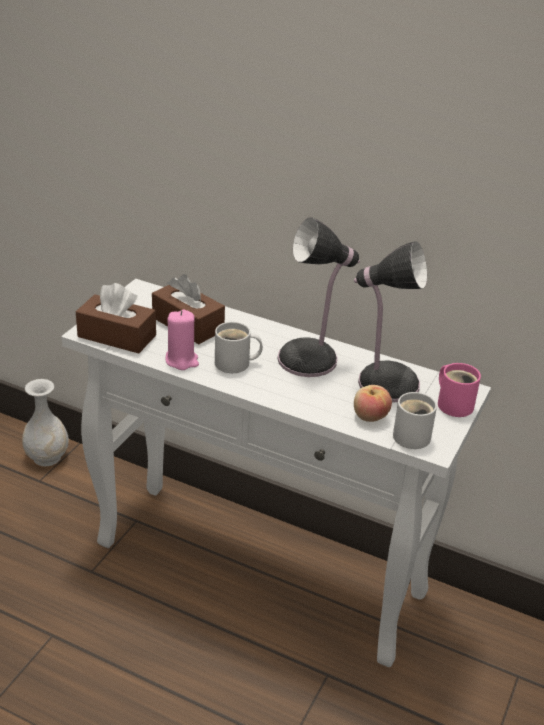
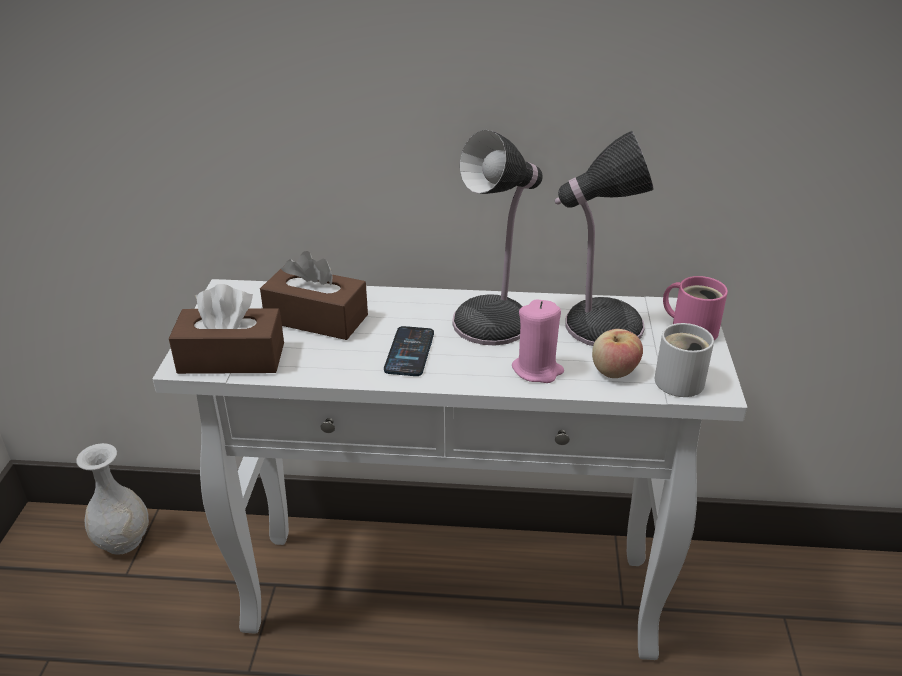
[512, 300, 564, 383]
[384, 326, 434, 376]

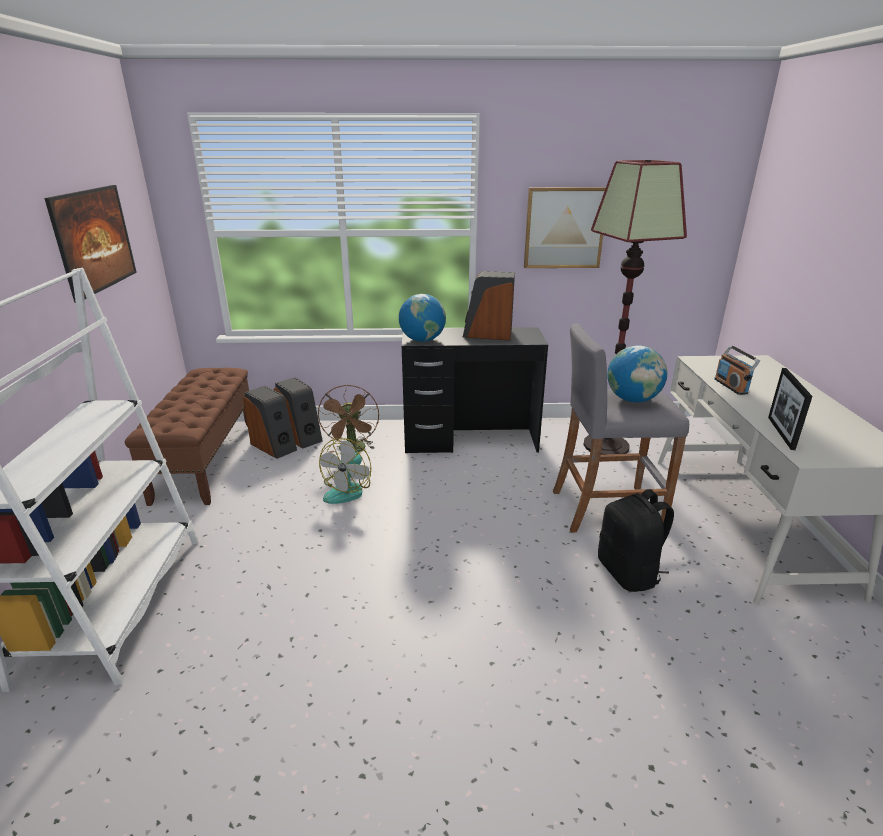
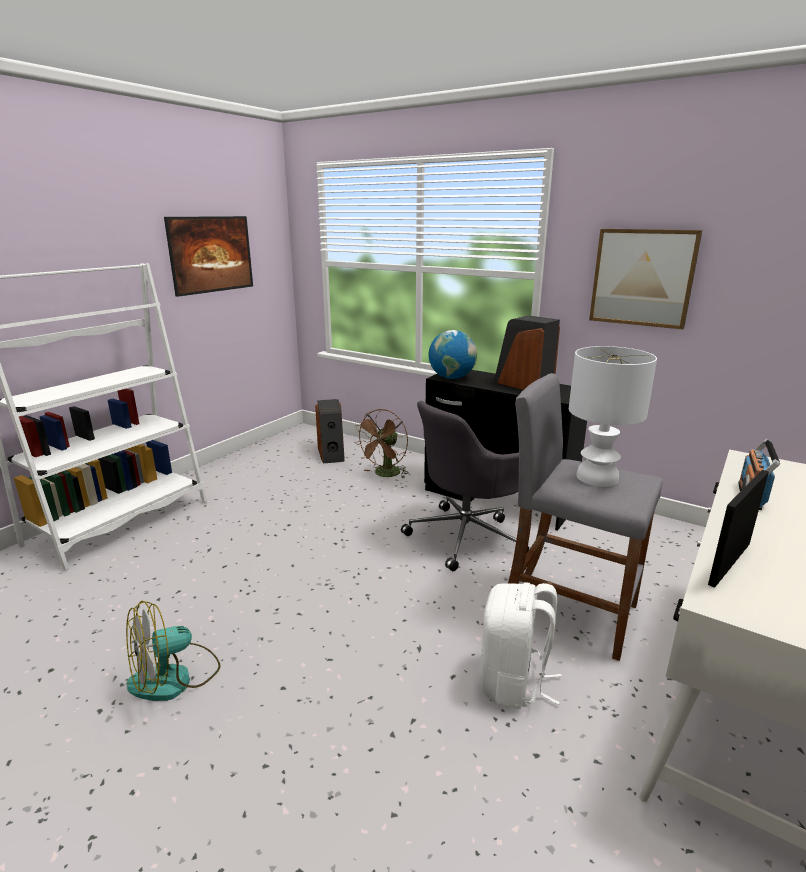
[125, 368, 249, 506] (first image)
[273, 377, 323, 449] (first image)
[126, 601, 221, 701]
[584, 160, 687, 455] (first image)
[480, 582, 562, 709]
[569, 346, 657, 487]
[401, 401, 529, 571]

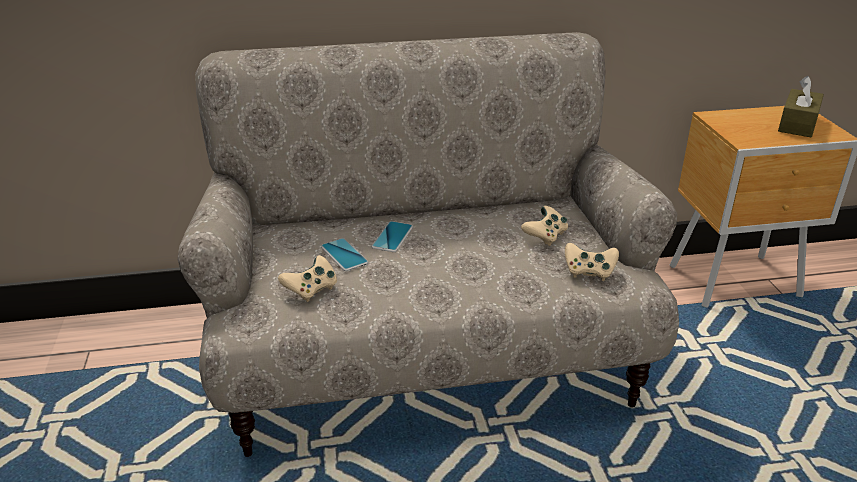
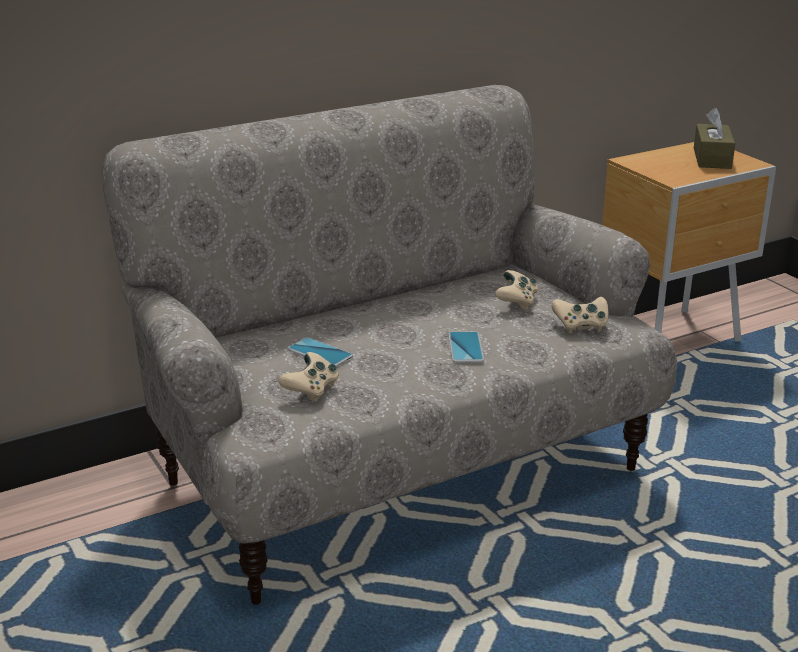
[448, 332, 484, 363]

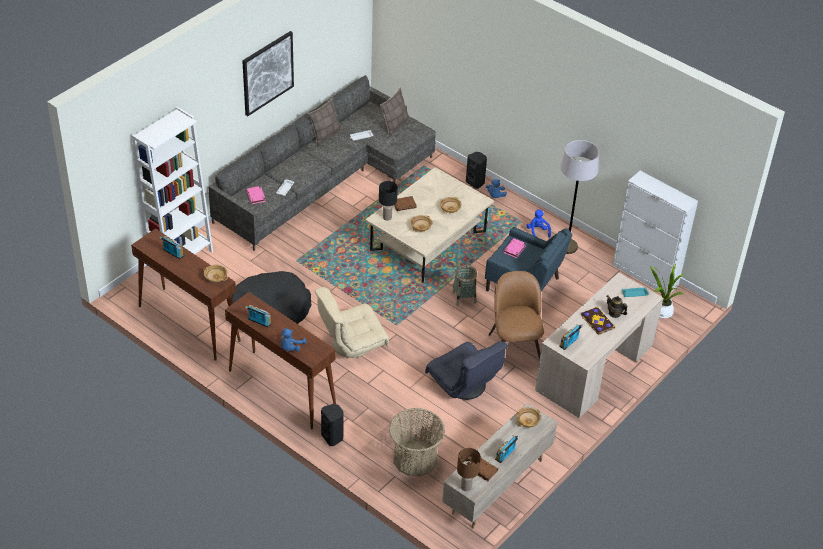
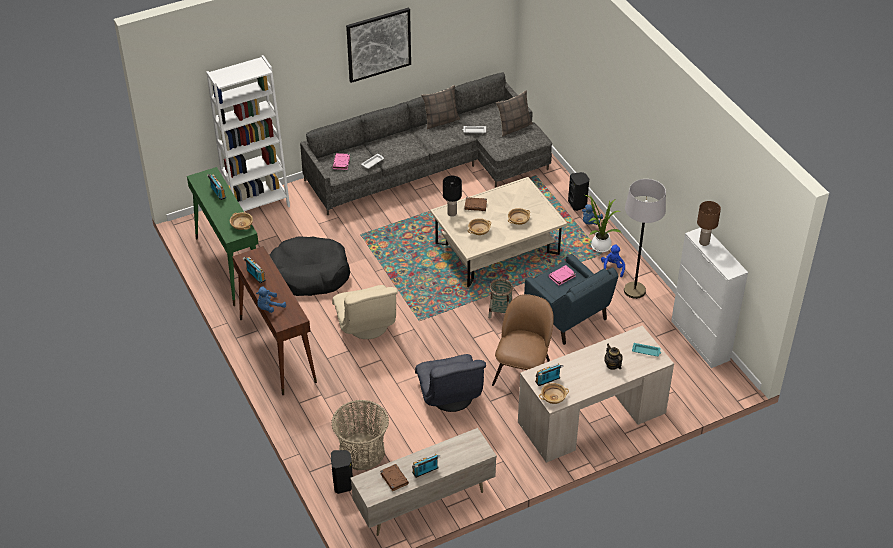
[187, 167, 259, 306]
[332, 285, 398, 339]
[331, 450, 353, 494]
[697, 201, 721, 246]
[539, 383, 569, 404]
[581, 307, 615, 335] (first image)
[585, 195, 621, 253]

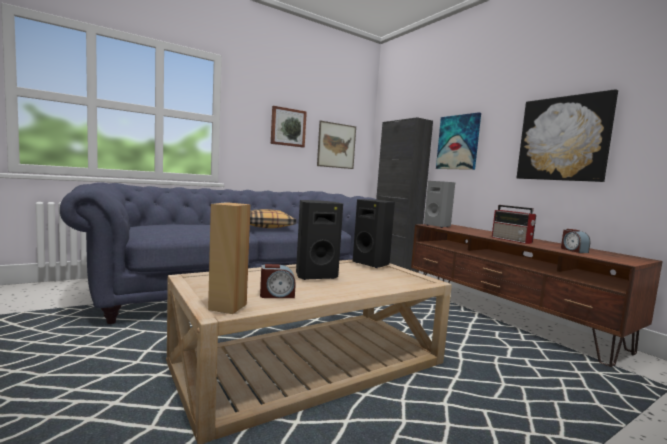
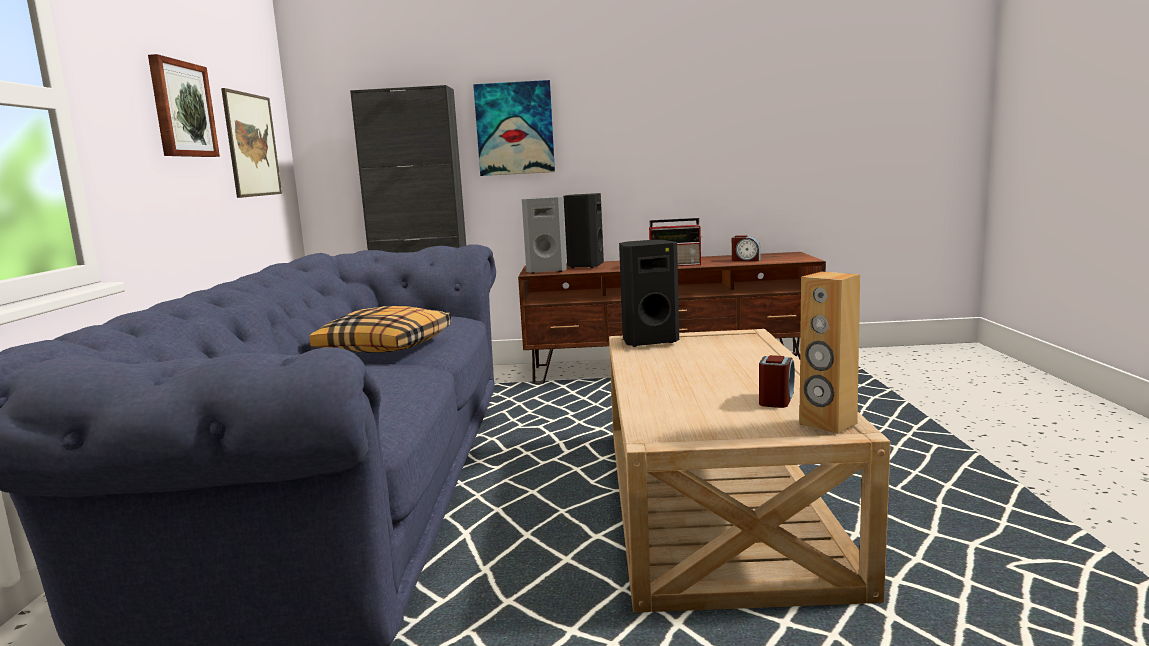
[564, 193, 604, 268]
[517, 89, 618, 182] (first image)

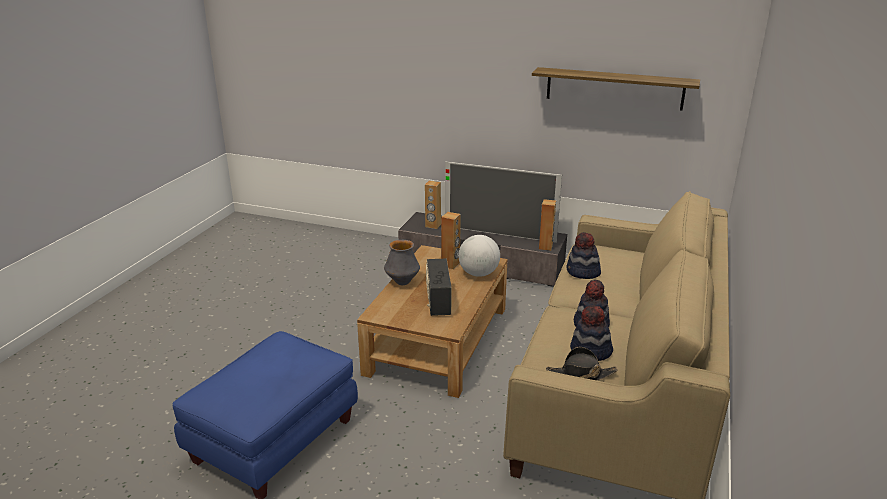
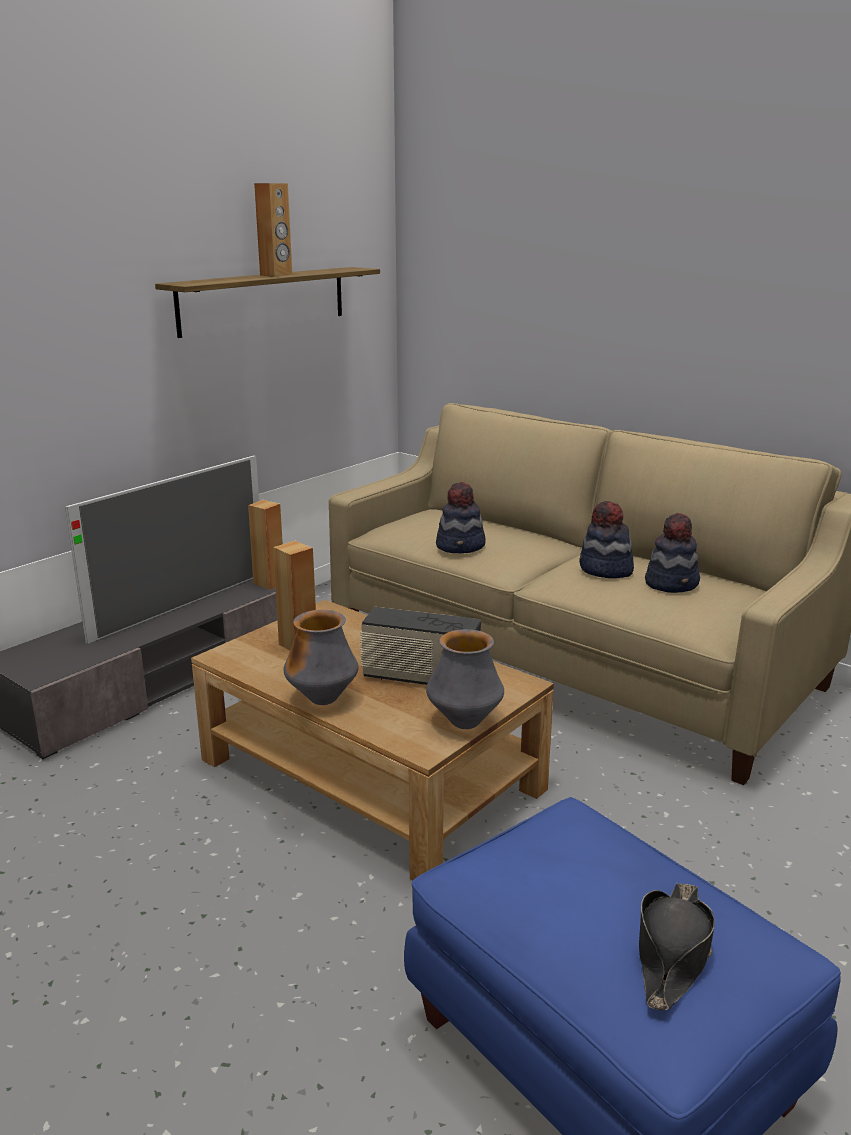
[254, 183, 292, 277]
[458, 235, 500, 277] (first image)
[639, 883, 715, 1010]
[426, 629, 504, 729]

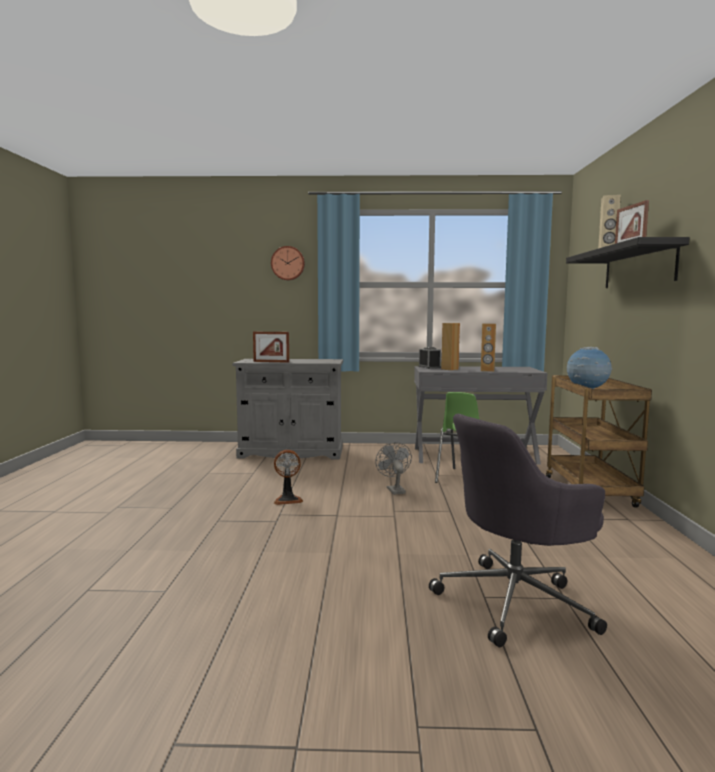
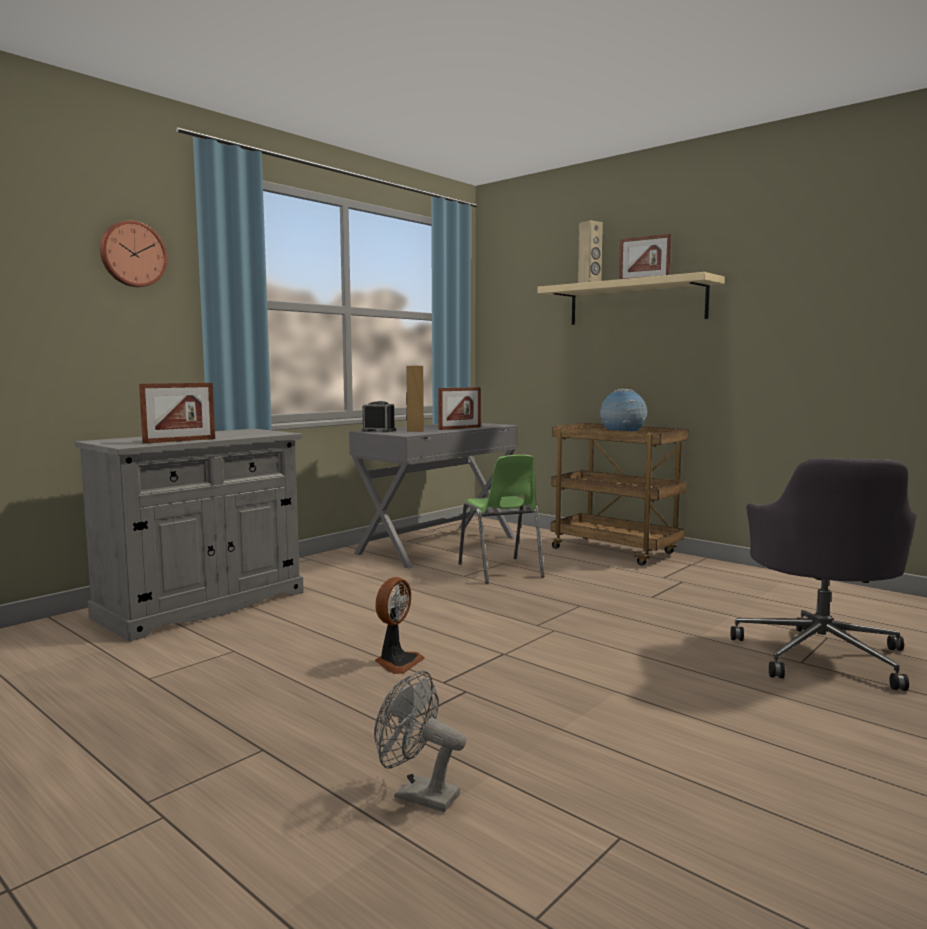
[374, 670, 466, 812]
[438, 387, 481, 430]
[537, 272, 725, 325]

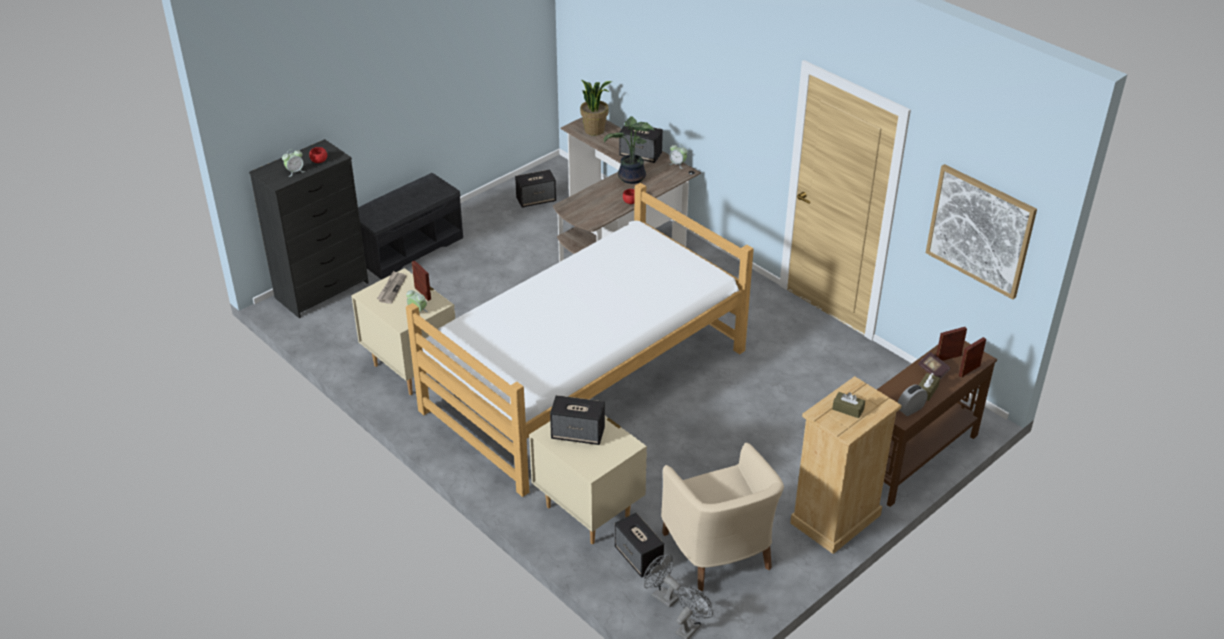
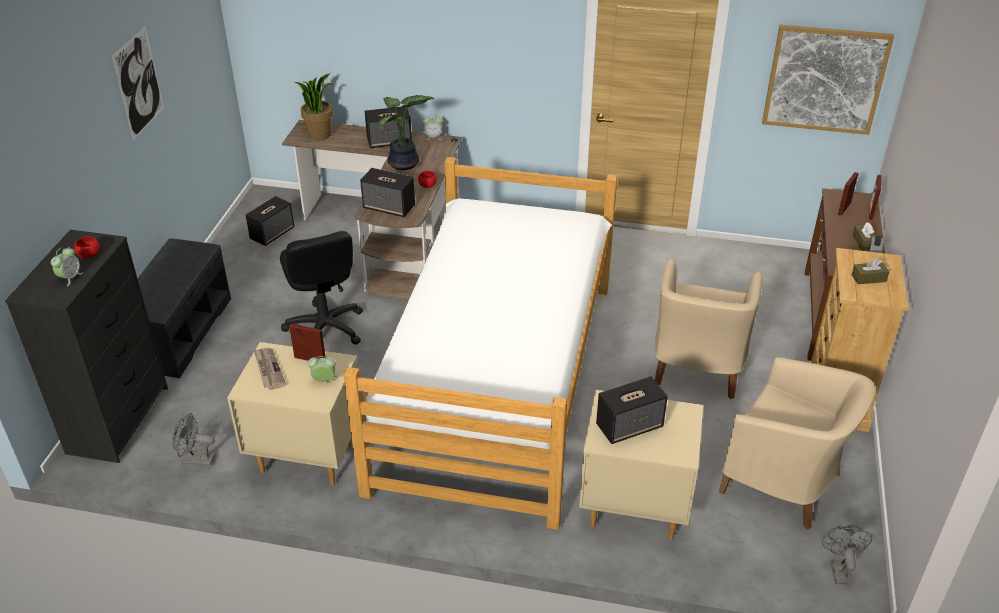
[360, 168, 415, 217]
[172, 413, 215, 466]
[918, 352, 951, 379] (first image)
[112, 26, 164, 140]
[280, 231, 363, 345]
[655, 259, 763, 399]

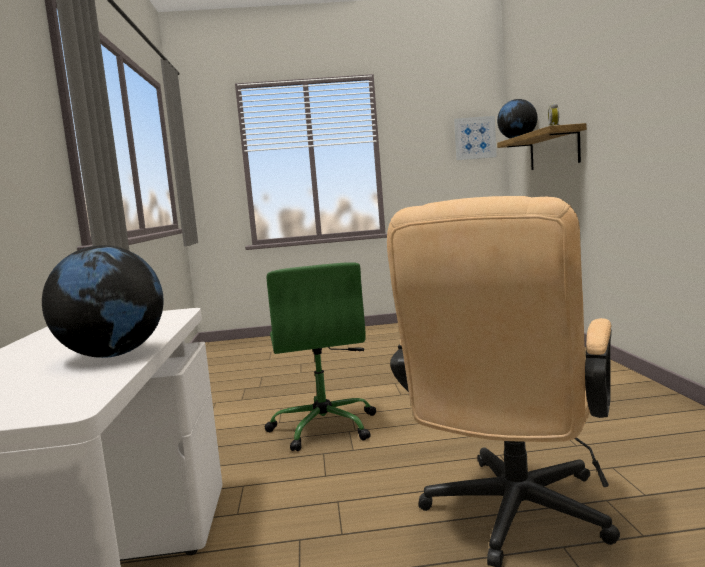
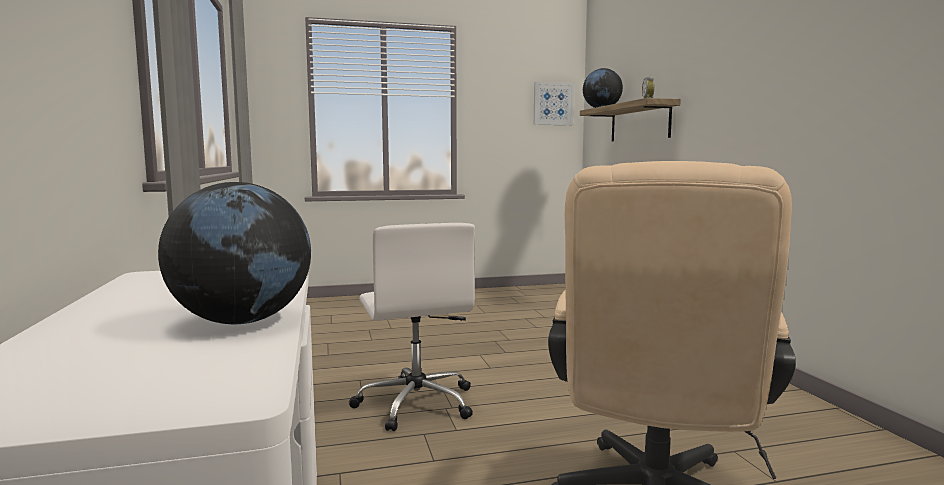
[349, 223, 475, 431]

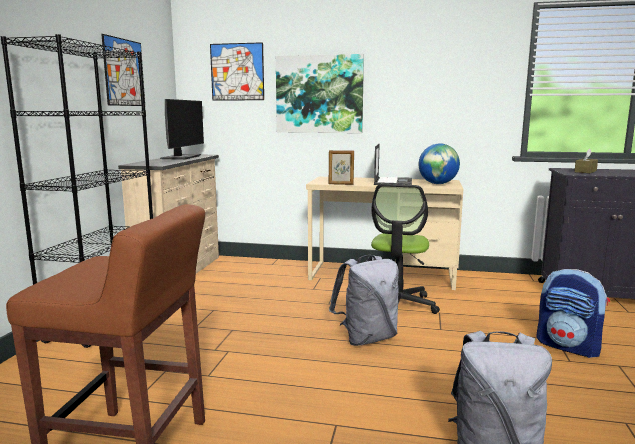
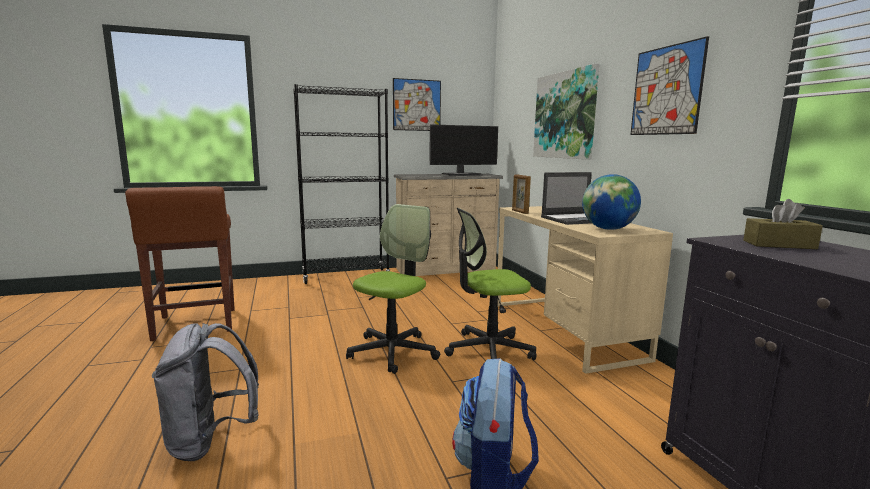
[631, 36, 709, 135]
[346, 204, 440, 374]

